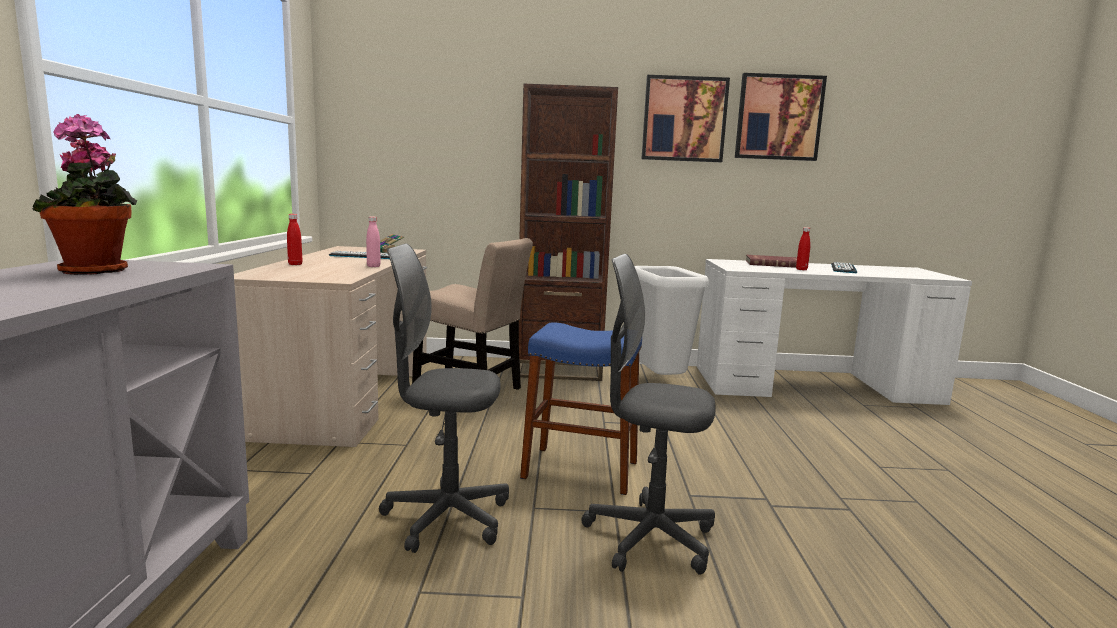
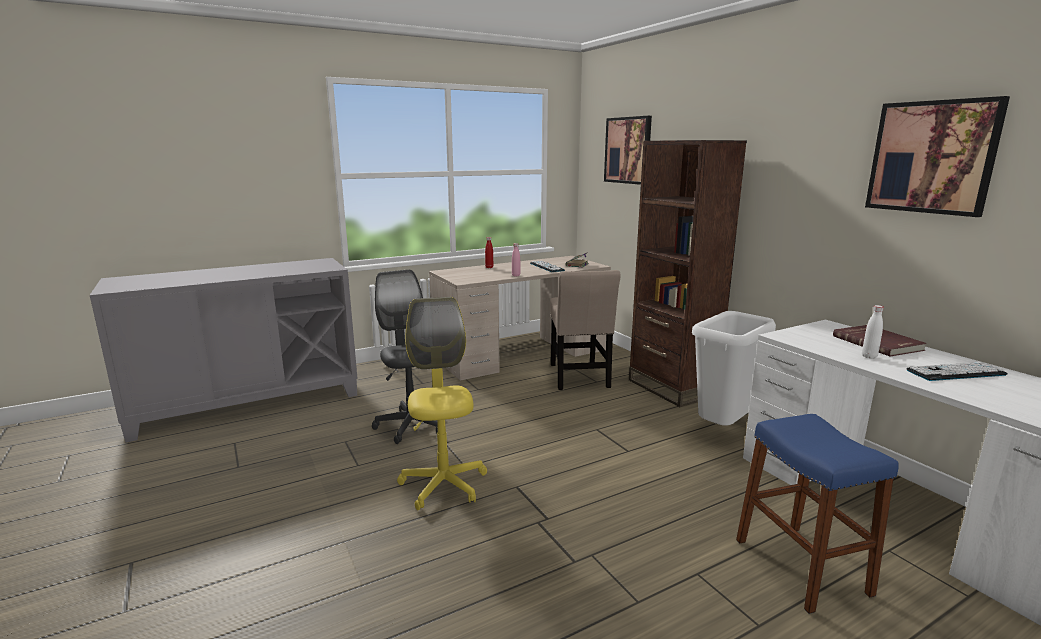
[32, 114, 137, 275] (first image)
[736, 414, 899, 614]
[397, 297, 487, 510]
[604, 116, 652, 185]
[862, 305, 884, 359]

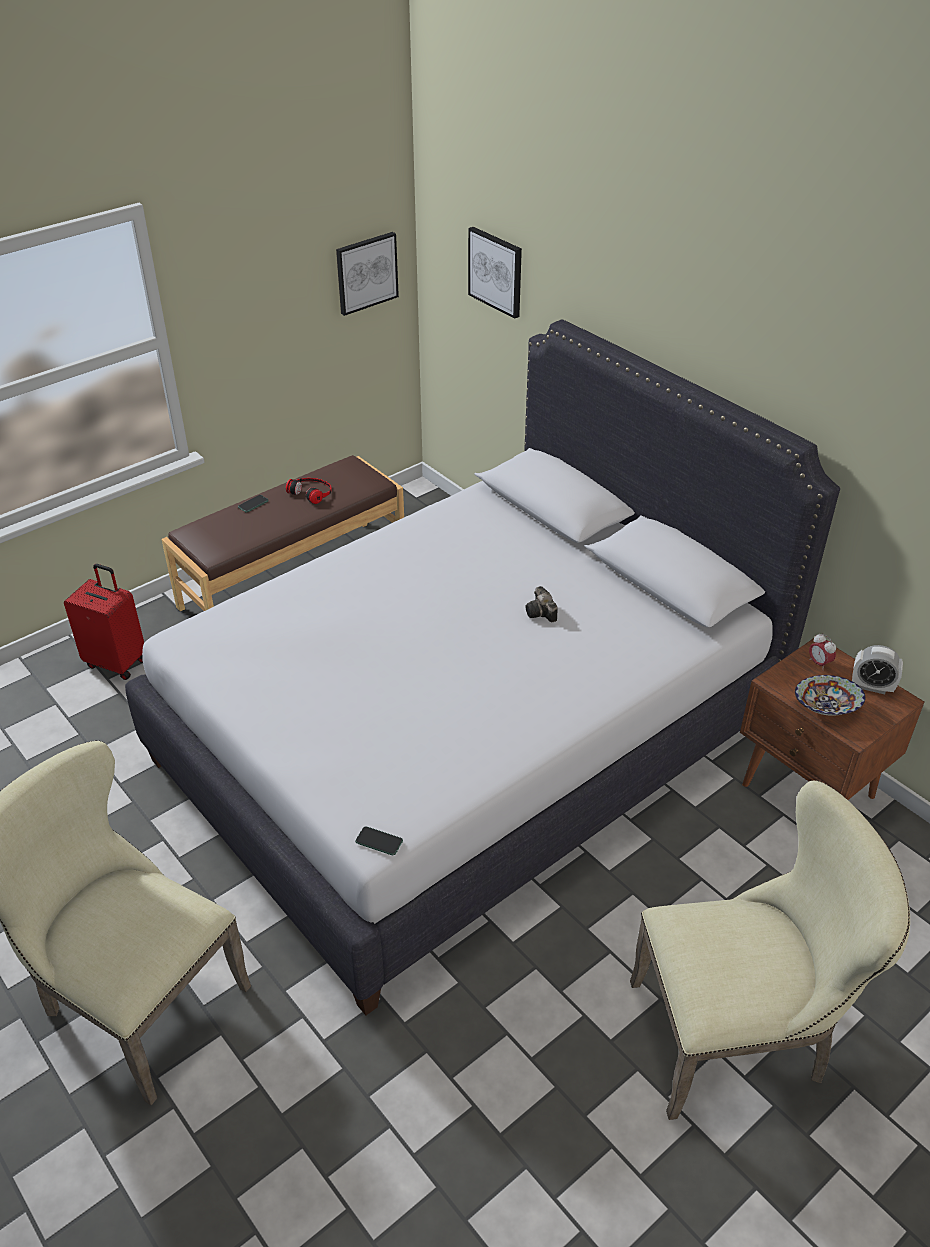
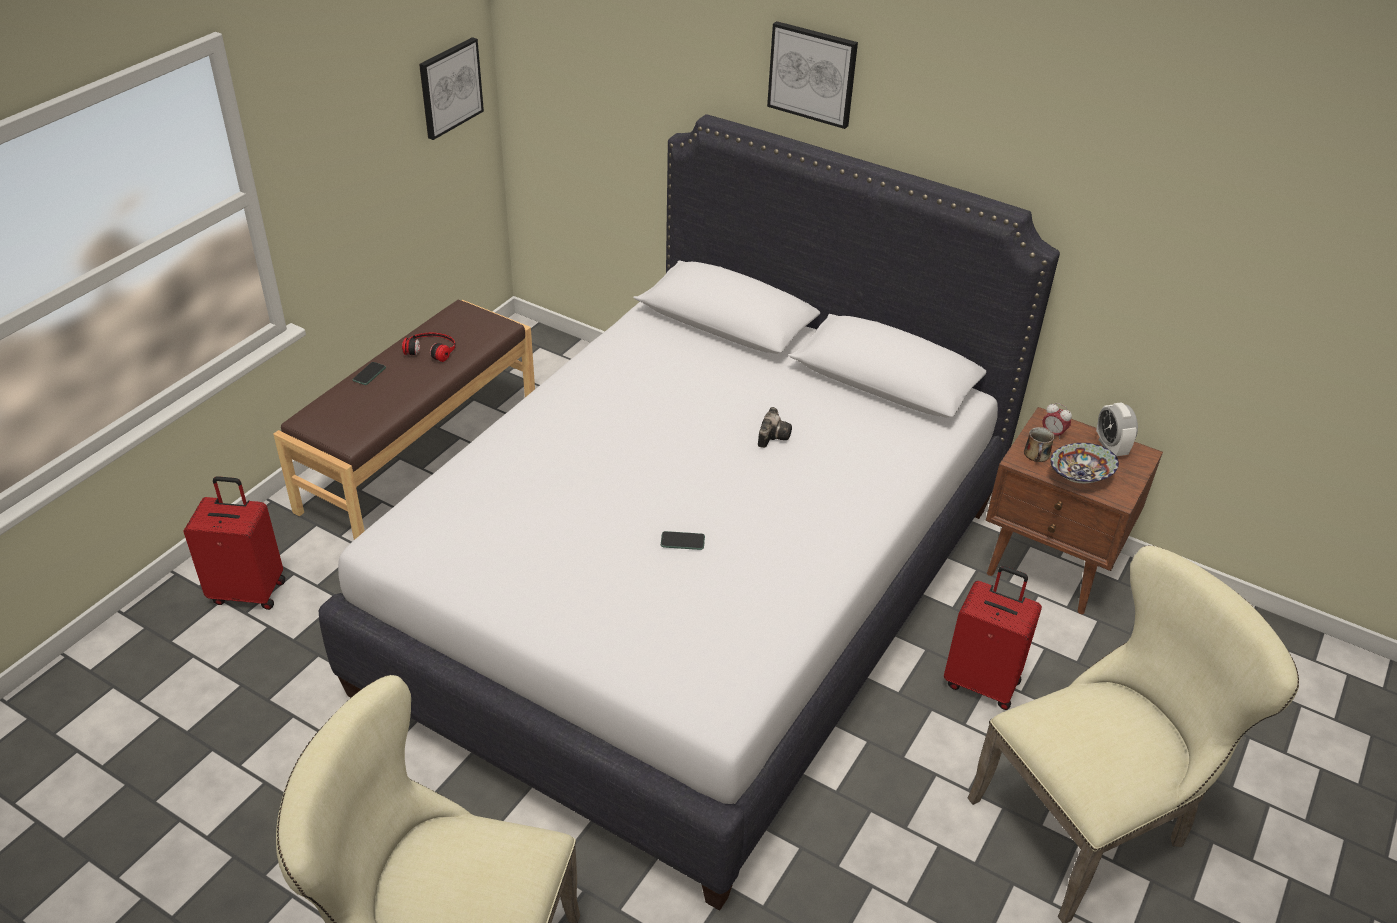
[661, 531, 705, 550]
[767, 21, 858, 129]
[758, 407, 792, 448]
[1096, 402, 1138, 456]
[944, 566, 1042, 710]
[1024, 427, 1054, 462]

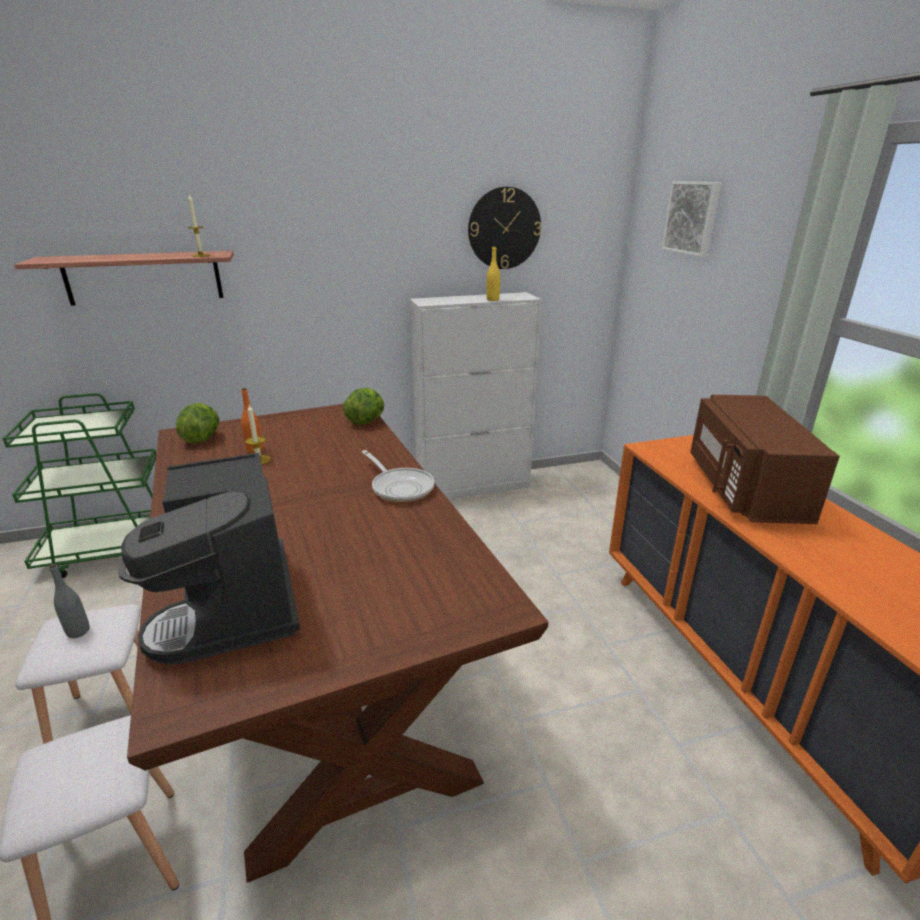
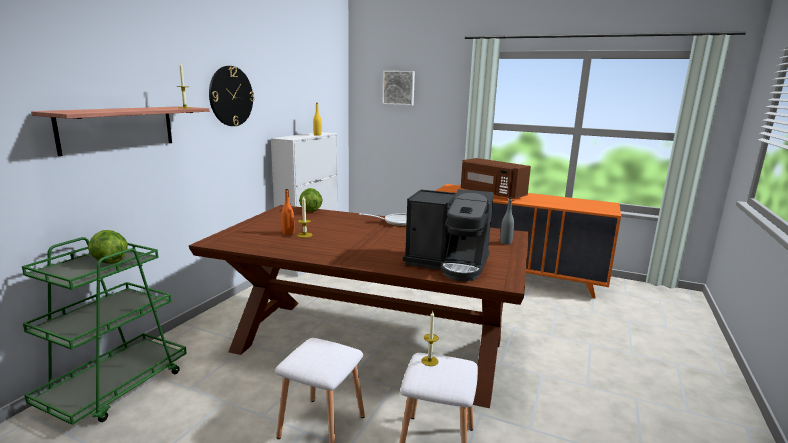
[500, 198, 514, 245]
[88, 230, 128, 264]
[209, 66, 254, 126]
[421, 311, 439, 366]

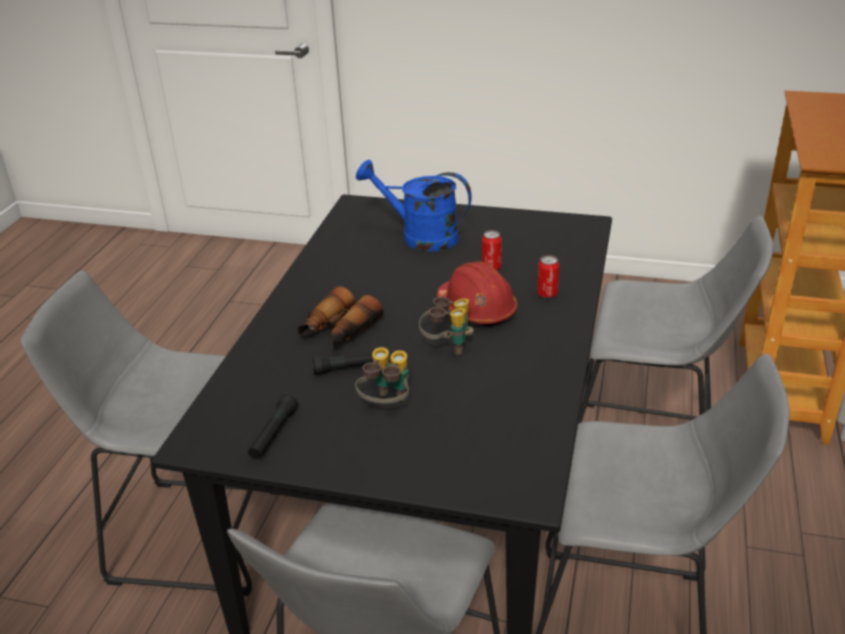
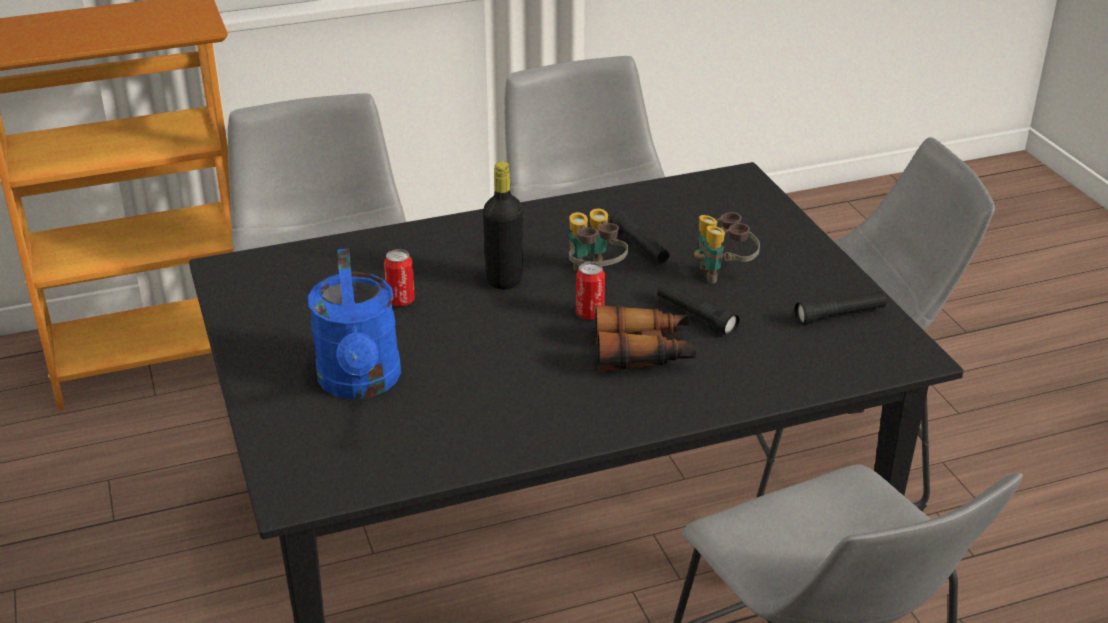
[483, 161, 523, 290]
[576, 262, 605, 320]
[610, 210, 669, 264]

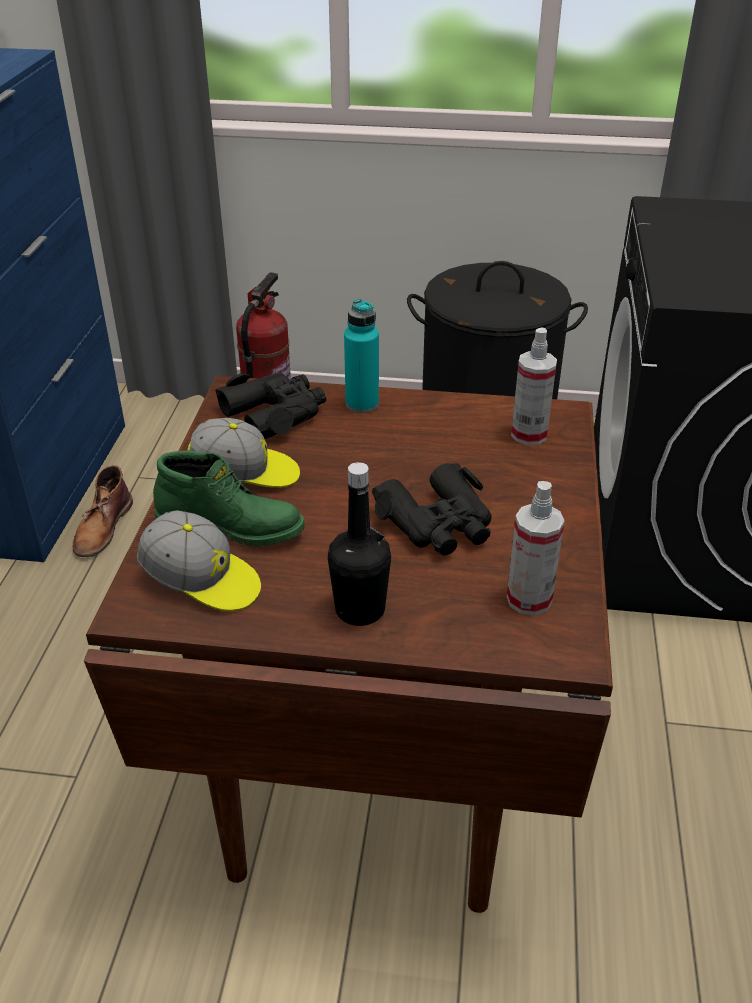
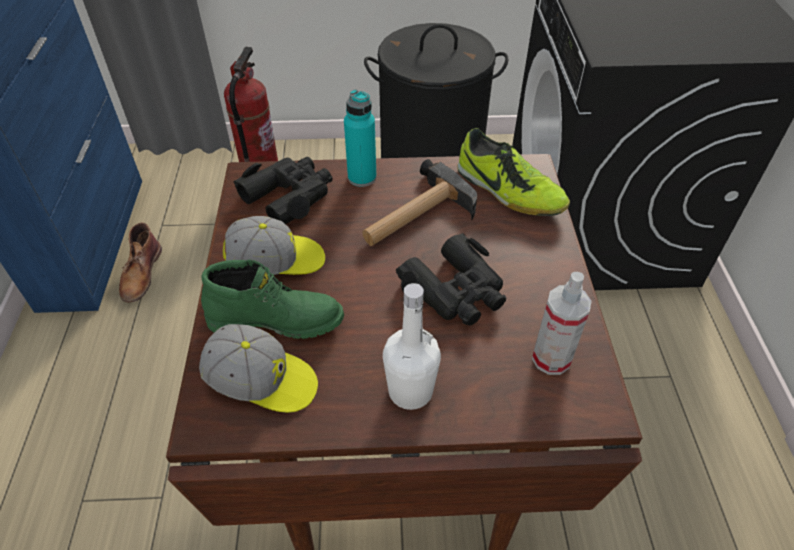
[383, 283, 441, 410]
[457, 128, 570, 216]
[362, 159, 477, 246]

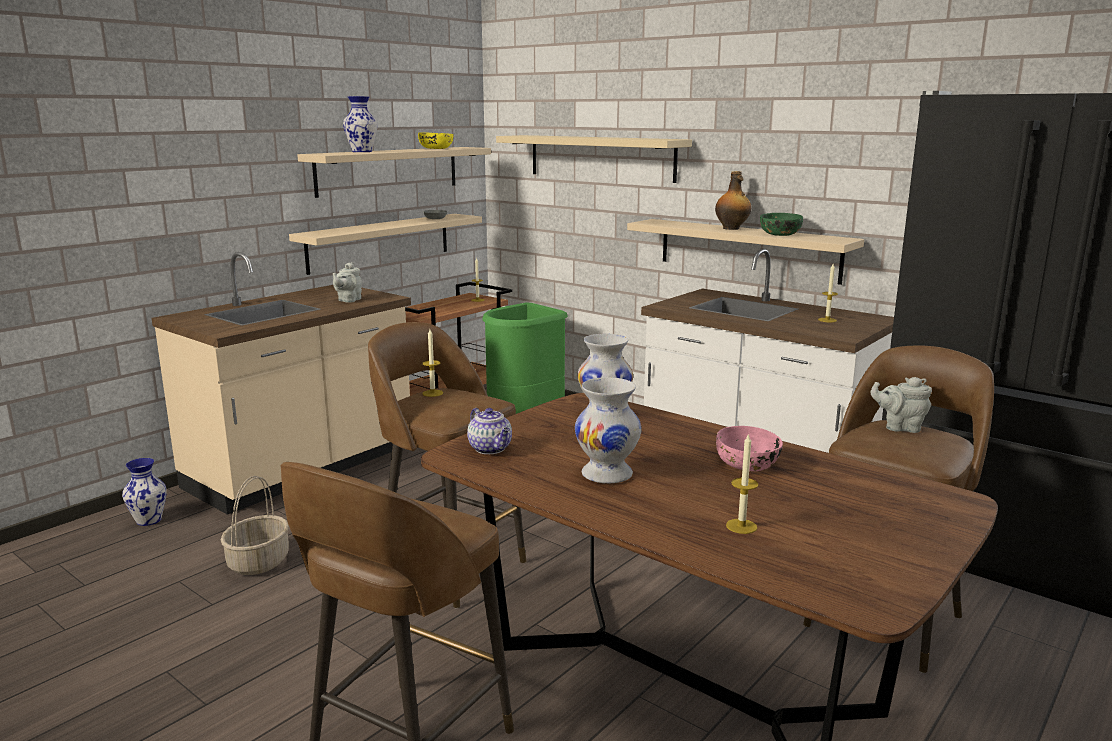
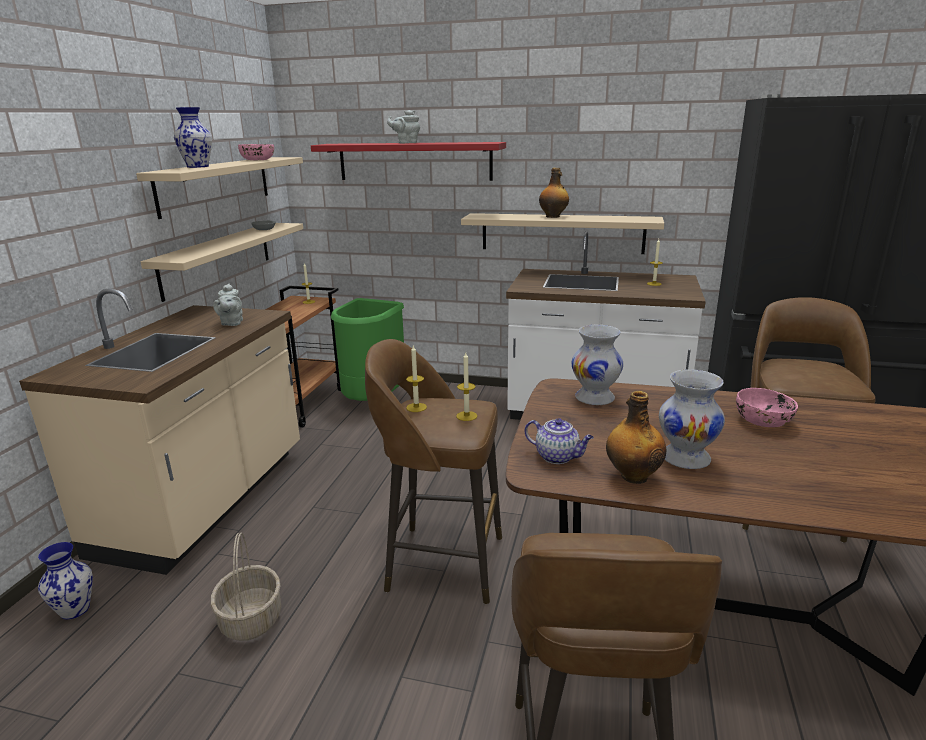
[238, 144, 274, 160]
[311, 142, 506, 181]
[456, 353, 477, 421]
[760, 213, 803, 236] (first image)
[387, 110, 420, 143]
[606, 391, 666, 484]

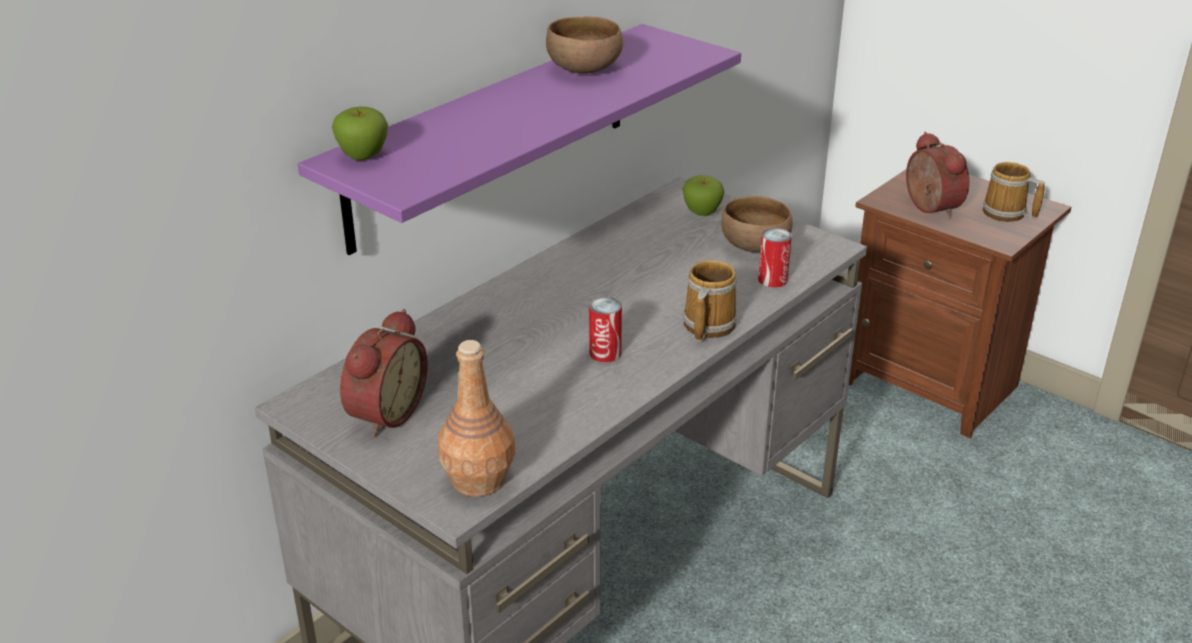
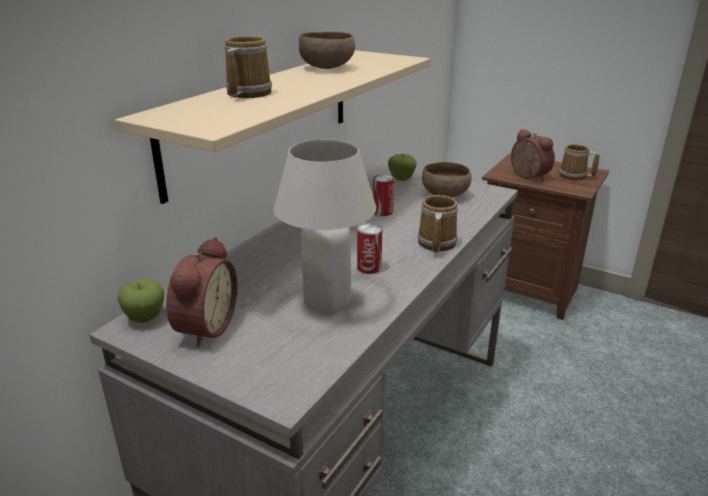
[115, 50, 430, 204]
[117, 279, 164, 323]
[438, 340, 516, 497] (first image)
[373, 174, 394, 216]
[225, 36, 272, 98]
[274, 139, 376, 314]

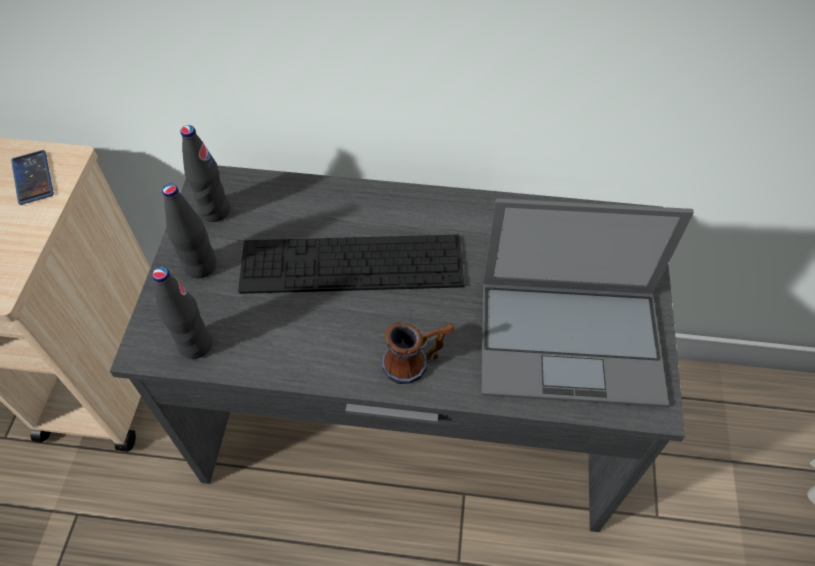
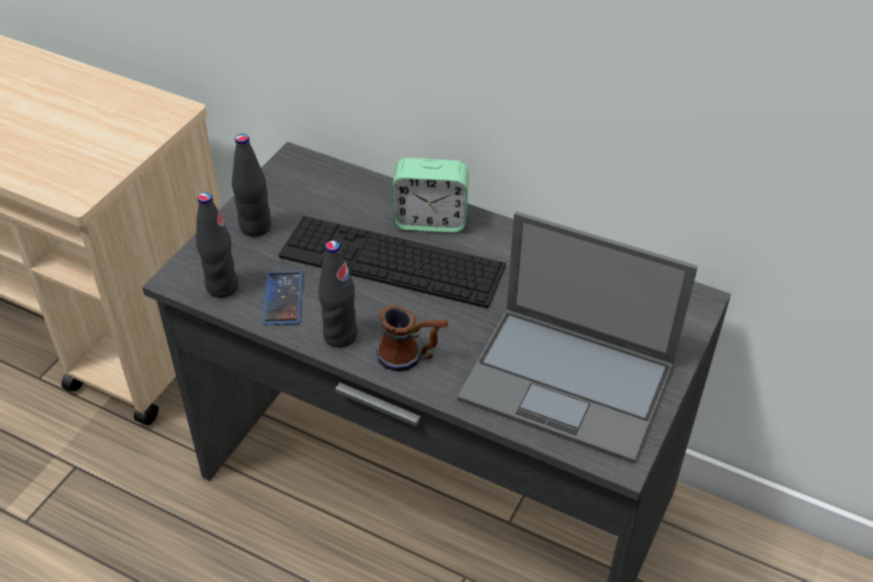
[263, 271, 303, 325]
[318, 240, 358, 348]
[392, 158, 469, 233]

